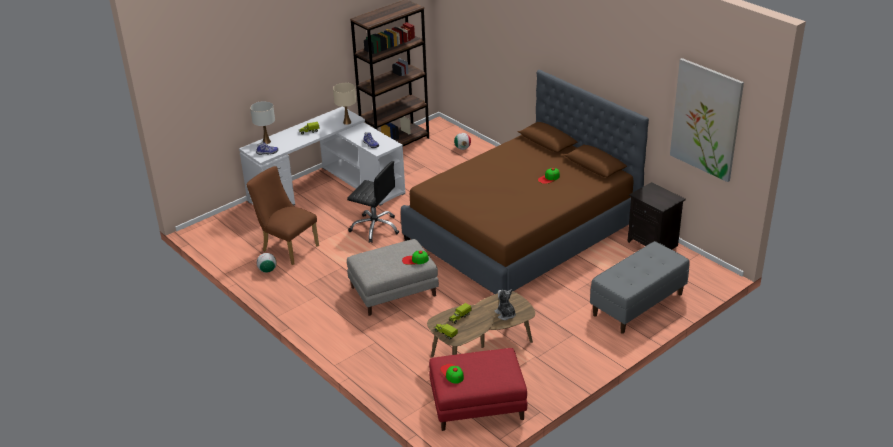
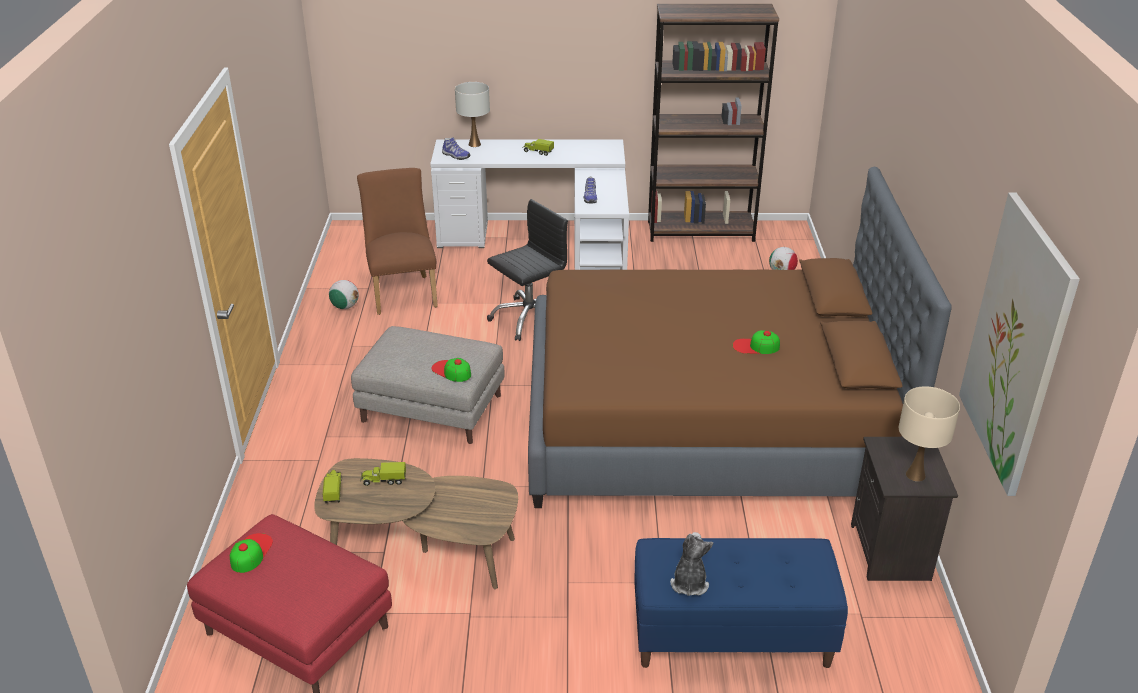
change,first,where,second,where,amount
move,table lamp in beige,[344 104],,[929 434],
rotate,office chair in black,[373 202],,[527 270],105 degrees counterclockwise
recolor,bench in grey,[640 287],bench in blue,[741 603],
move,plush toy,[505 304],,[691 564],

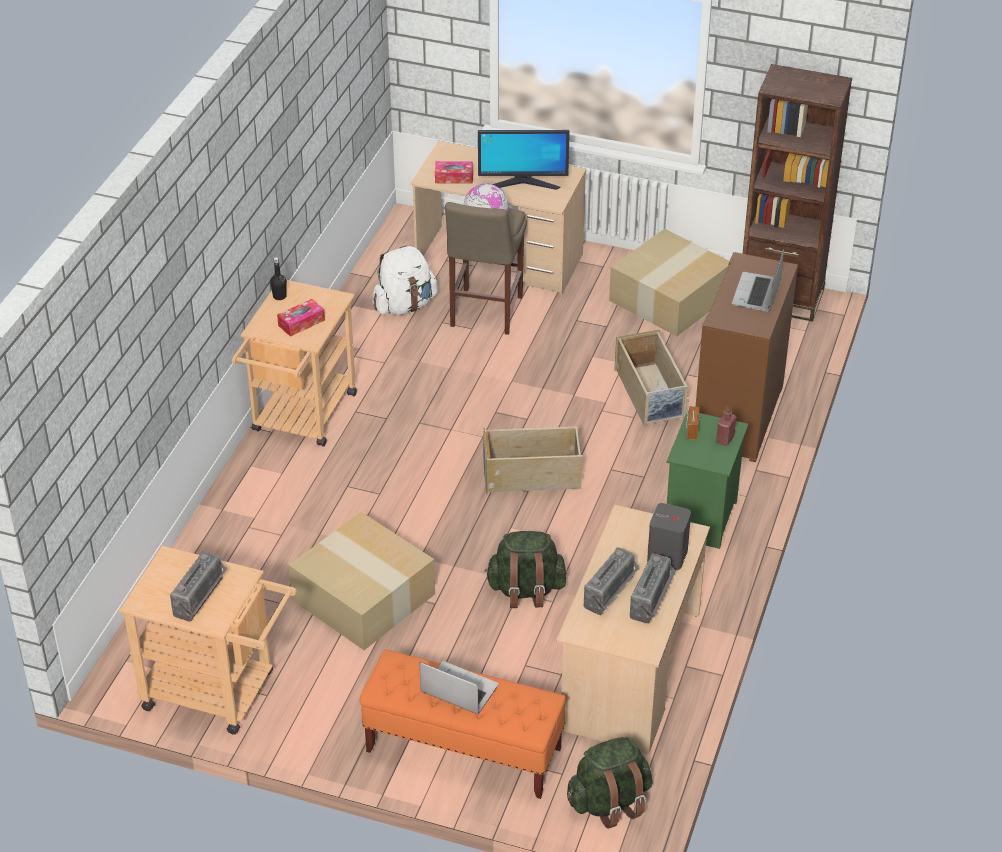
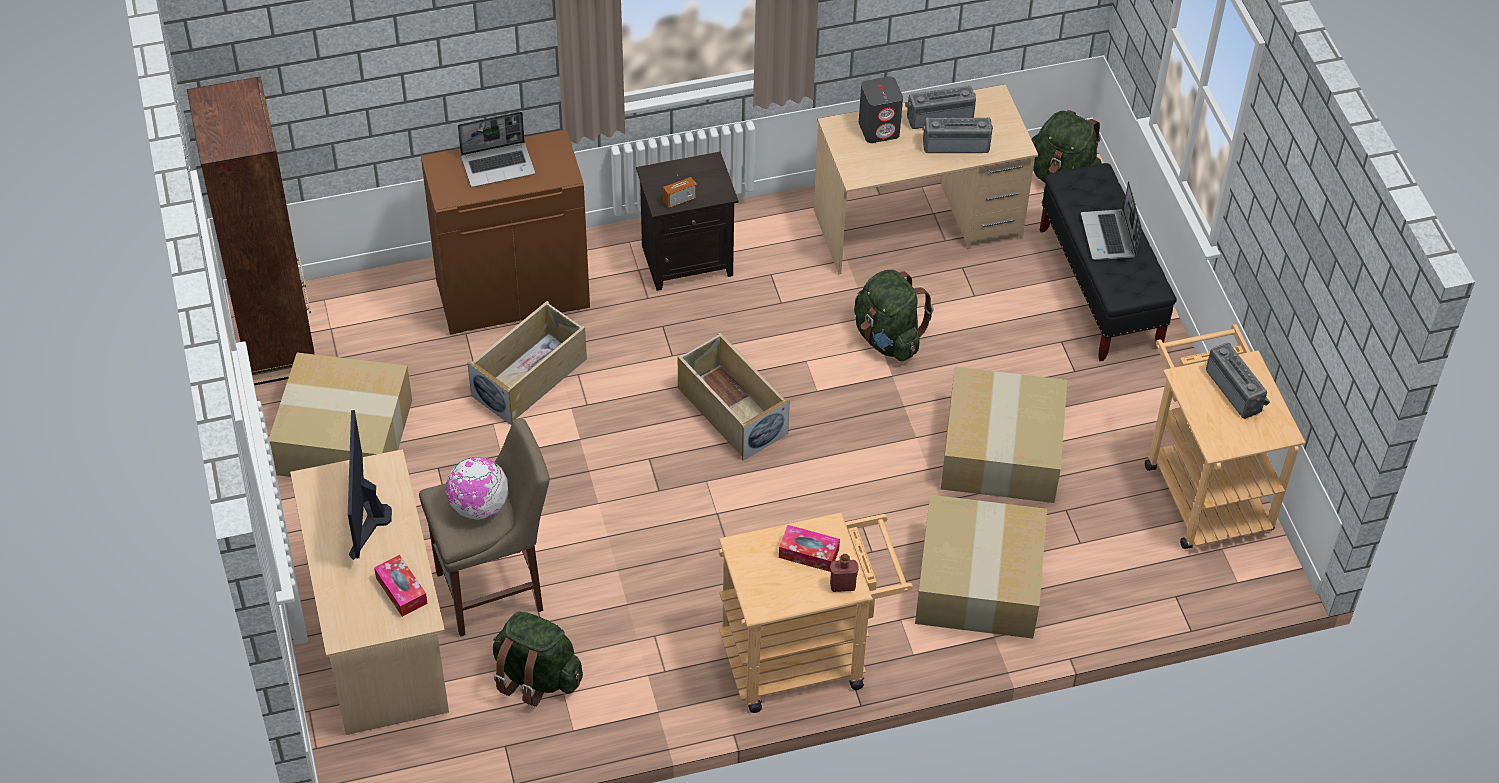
change,first,where,second,where,amount
rotate,monitor,[524 160],,[370 485],150 degrees counterclockwise
recolor,backpack in white,[405 280],backpack in green,[538 659],
delete,bottle in black,[278 278],,,
move,bottle in red,[726 426],,[844 573],
recolor,nightstand in green,[707 479],nightstand in black,[687 221],
rotate,radio,[198 586],,[1238 380],75 degrees clockwise
recolor,bench in orange,[463 724],bench in black,[1108 262],
insert,,,cardboard box,[981 567],

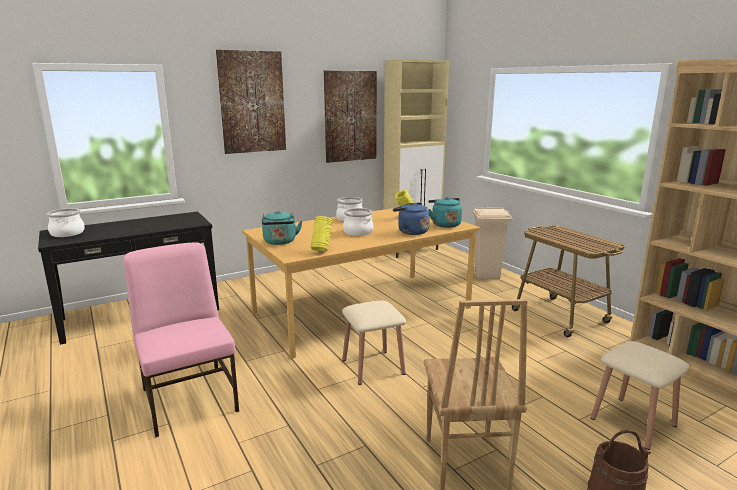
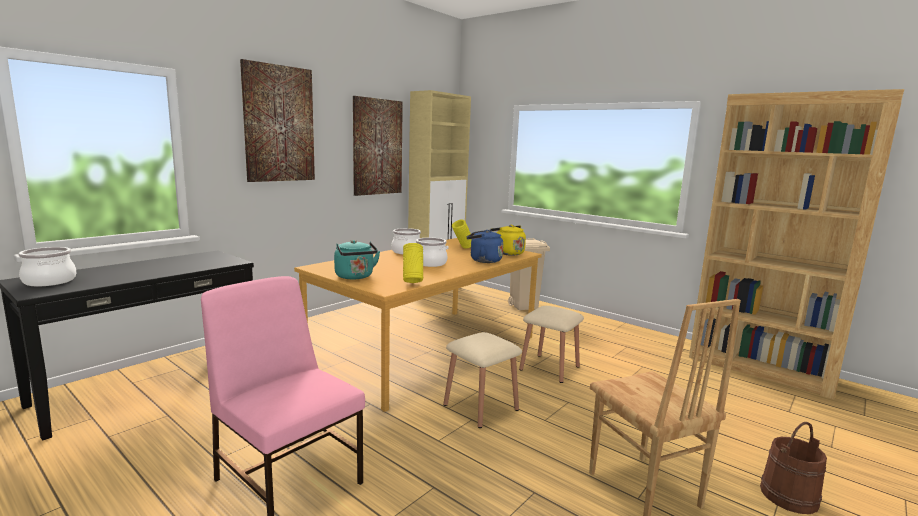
change,first,where,second,where,amount
recolor,kettle in turquoise,[445 212],kettle in yellow,[508 240],
delete,cart,[568 281],,,
move,stool in beige,[640 395],,[551 344],

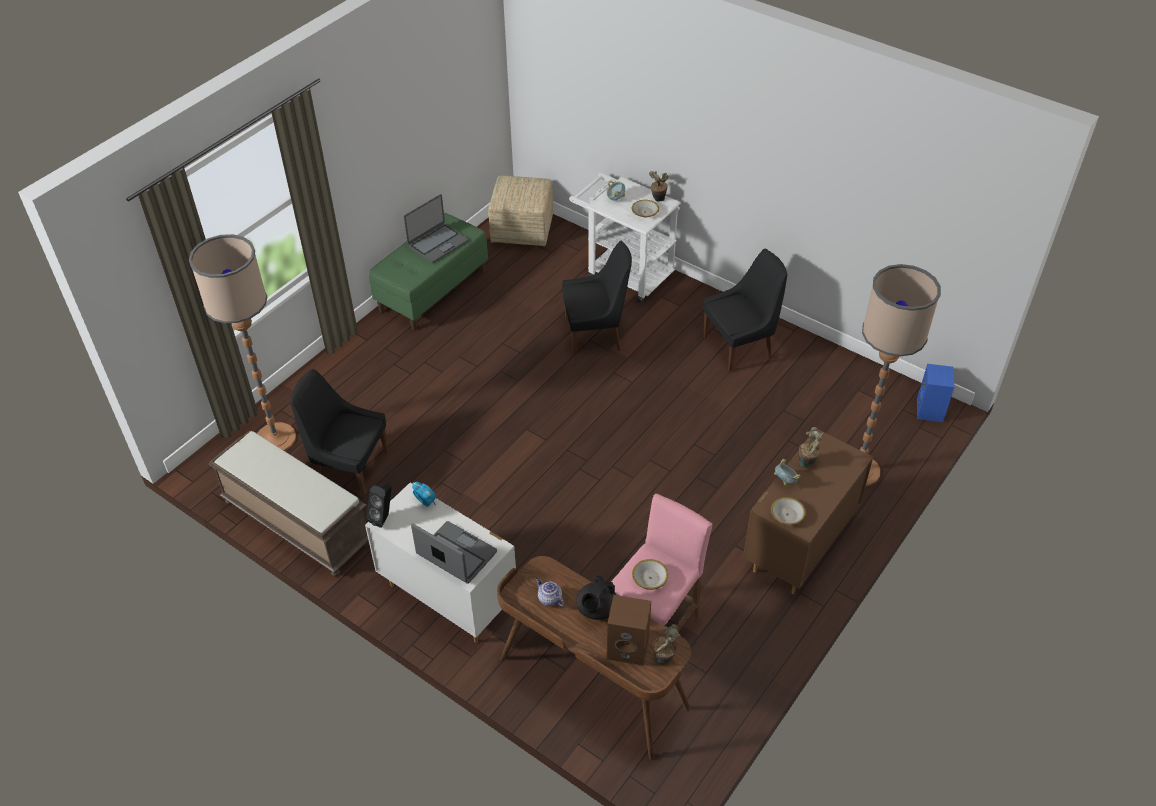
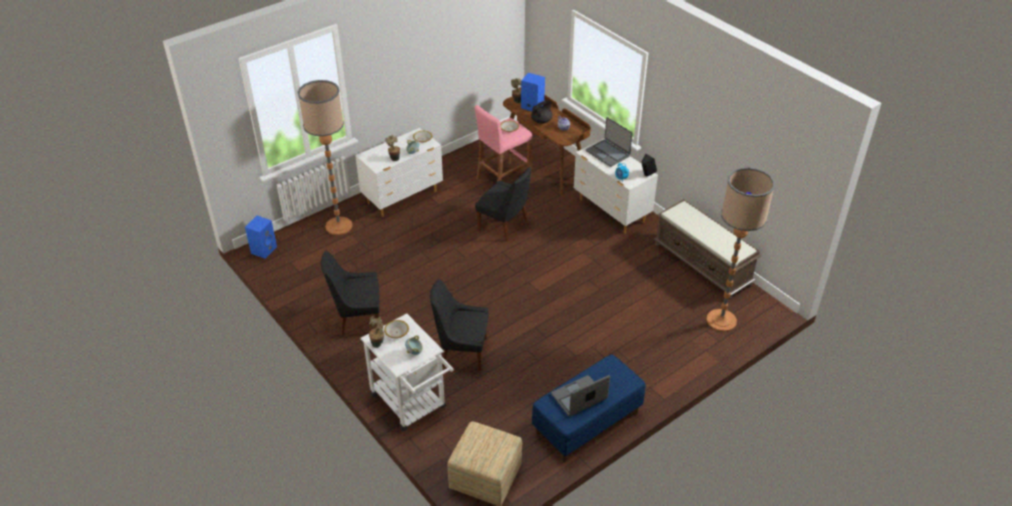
change,first,where,second,where,amount
recolor,bench in green,[428 272],bench in blue,[588 408],
move,chair in black,[339 432],,[503 204],
recolor,dresser in brown,[808 511],dresser in white,[399 172],
recolor,speaker in brown,[629 630],speaker in blue,[533 92],

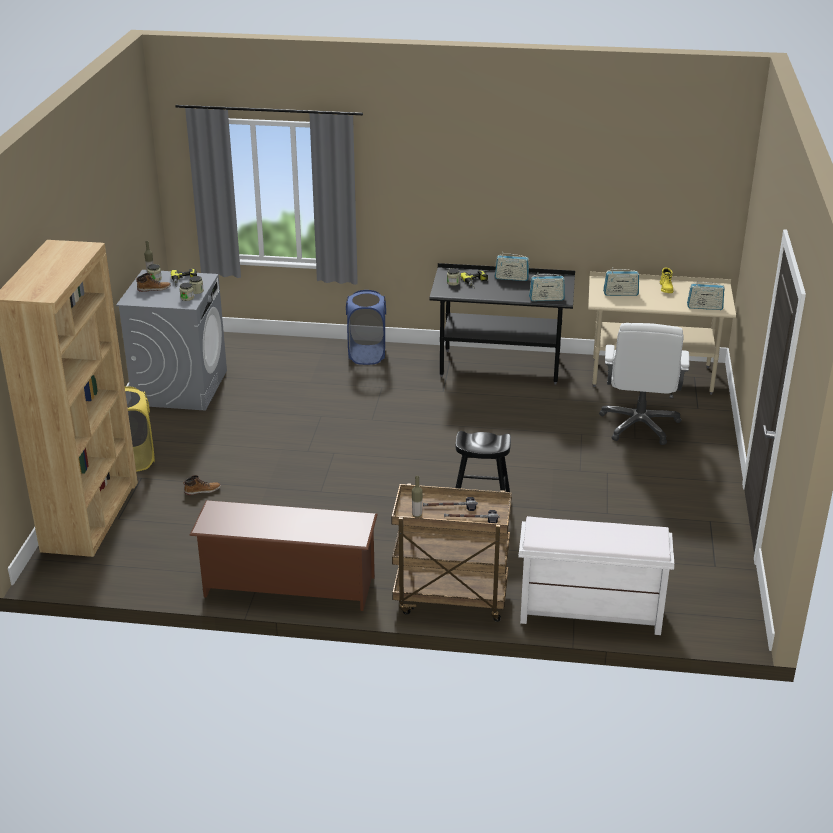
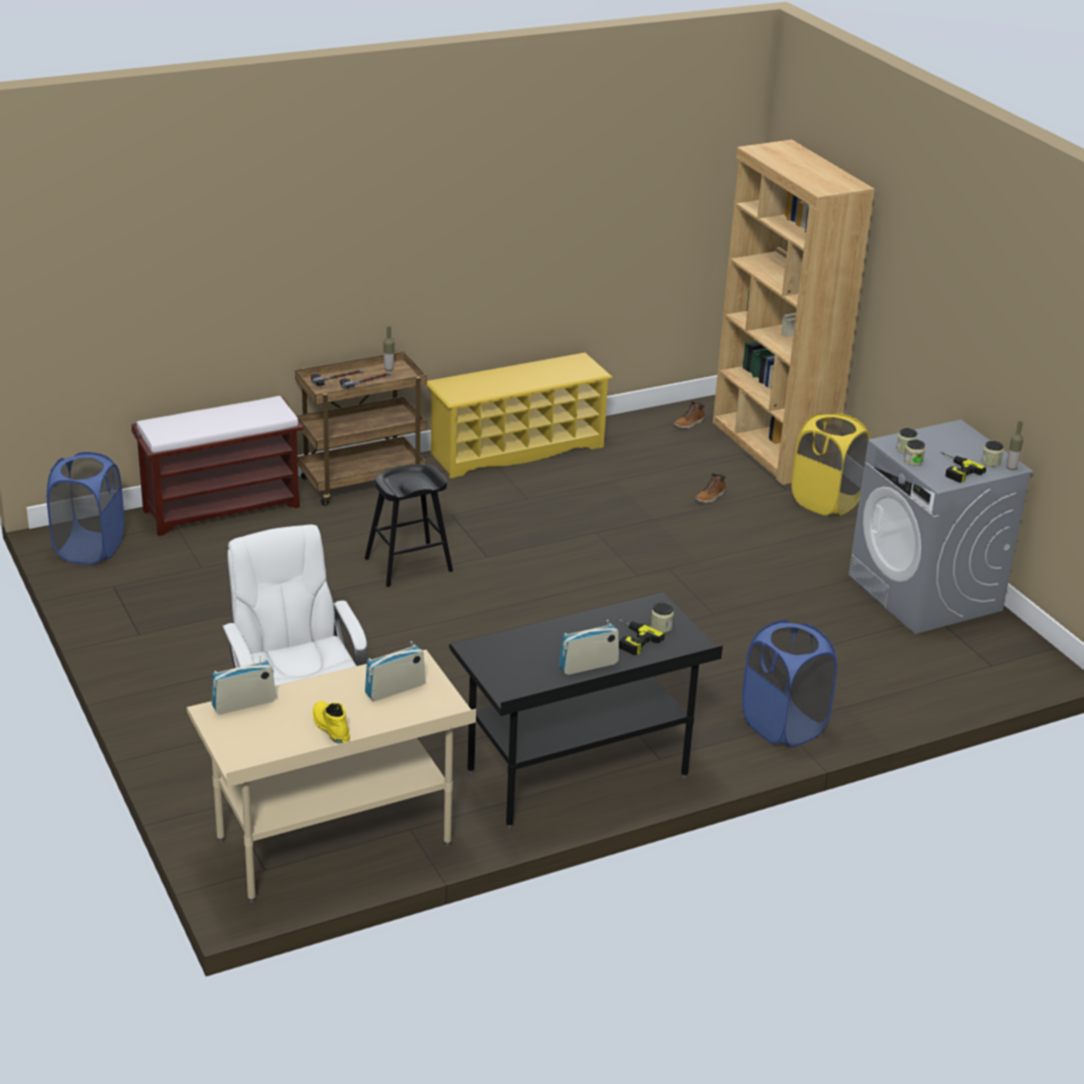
change,first,where,second,where,amount
move,boot,[153 282],,[689 415],
delete,radio,[547 287],,,
recolor,shoe rack in brown,[283 555],shoe rack in yellow,[520 415],
recolor,bench in white,[596 575],bench in brown,[217 466],
insert,,,laundry basket in blue,[85 508],

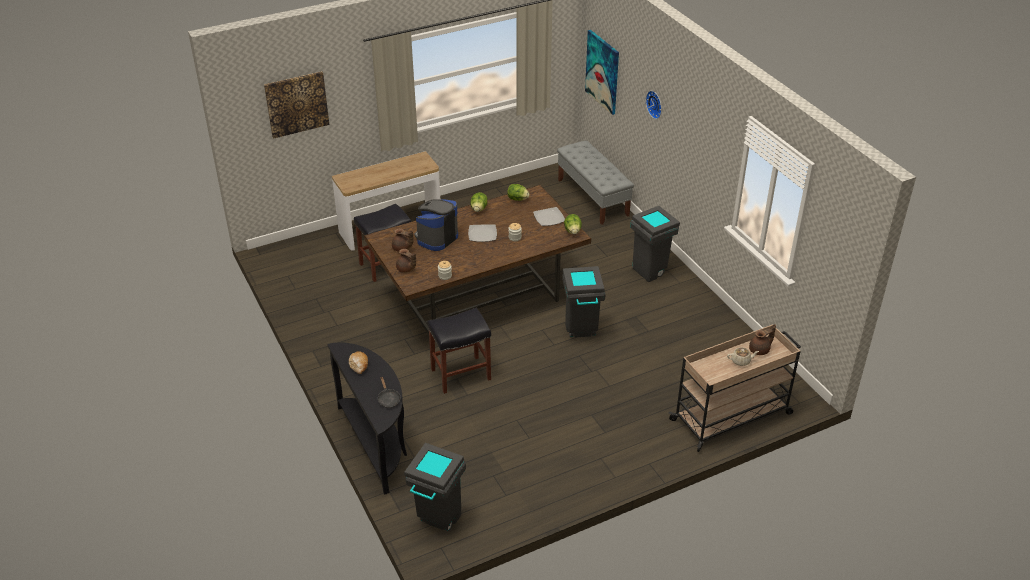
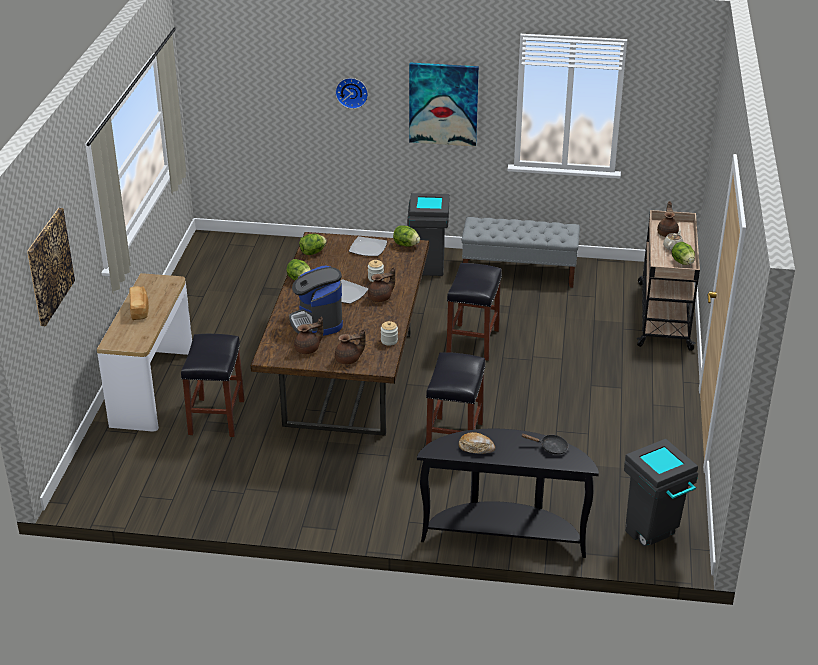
change,first,where,second,where,amount
move,picture,[602 72],,[444 105],
move,bench in grey,[595 183],,[521 252],
replace,trash can in grey,[584 302],stool in black,[474 312],
insert,,,lettuce,[683 253],
insert,,,teapot in brown,[381 284],
insert,,,bread,[139 303],

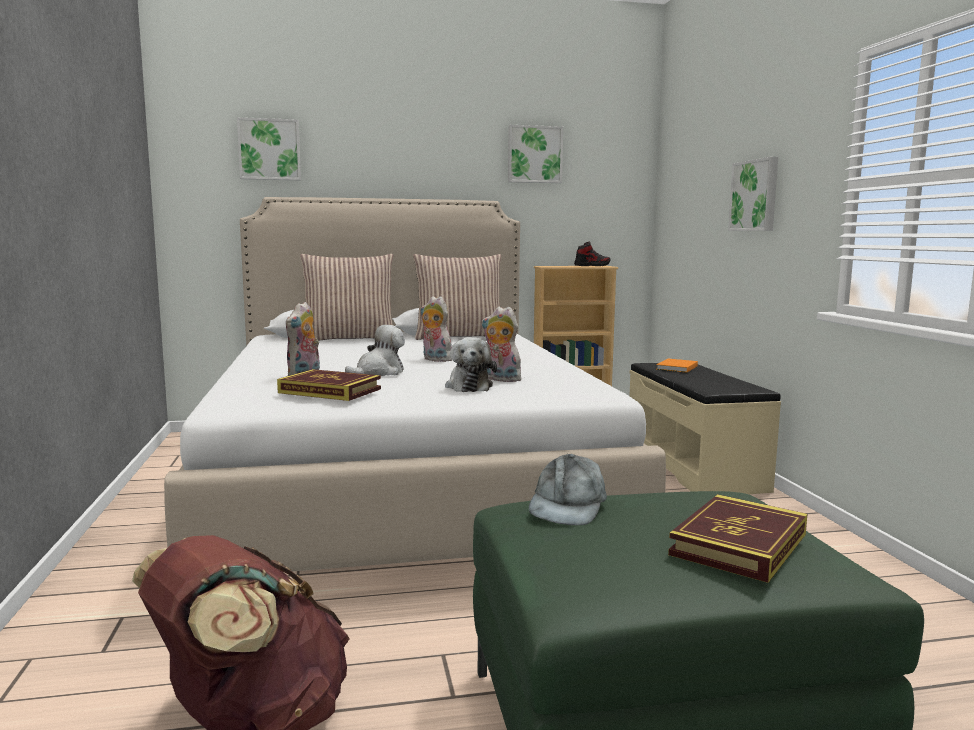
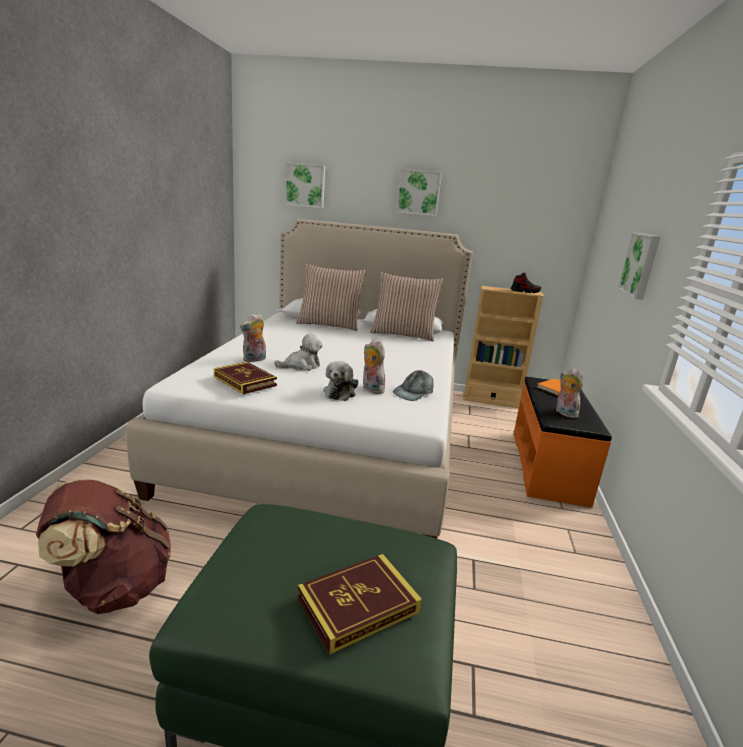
change,first,where,second,where,amount
move,picture,[535 154],,[419 192],
move,plush toy,[436 329],,[569 393],
recolor,bench in beige,[705 428],bench in orange,[563 442],
move,cap in grey,[568 489],,[413 385],

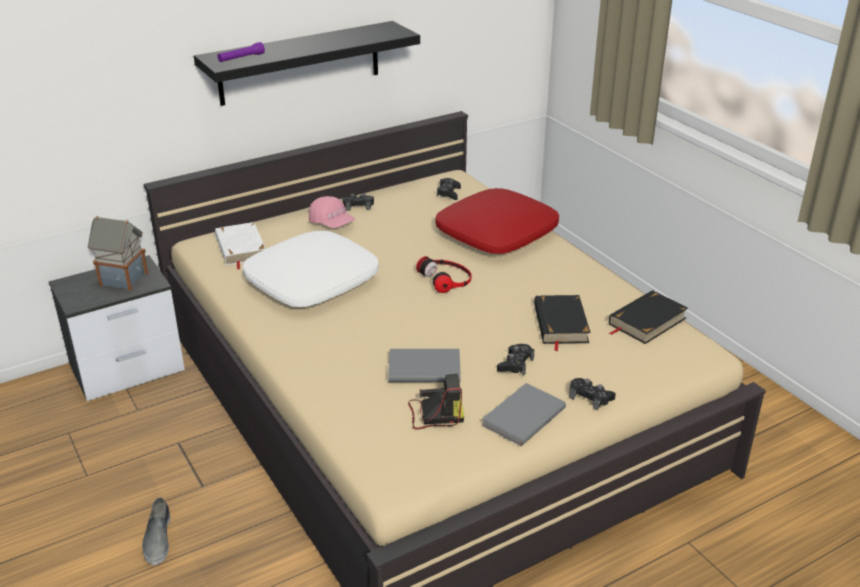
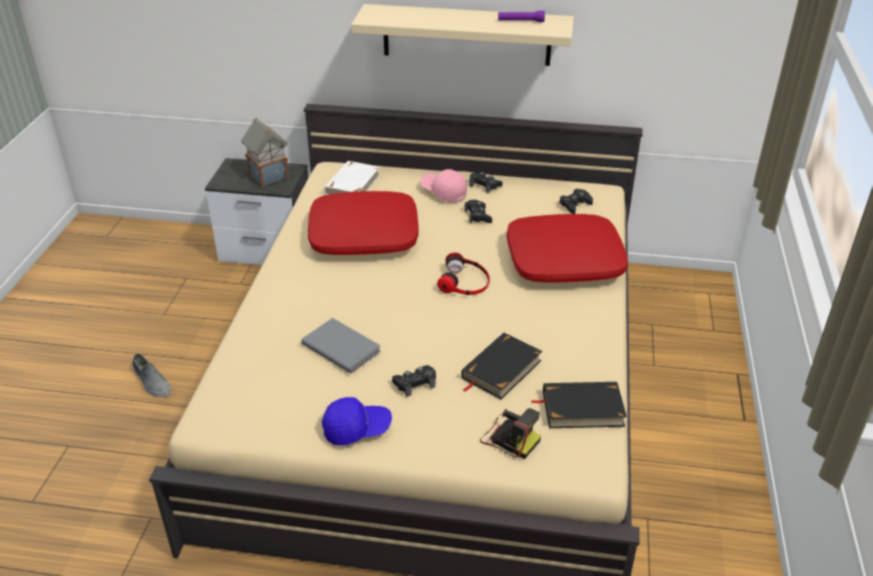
change,first,where,second,where,amount
recolor,shelf in black,[307 63],shelf in beige,[462 35],
move,flashlight in purple,[241 52],,[521 16],
rotate,cap in pink,[332 212],,[444 186],135 degrees clockwise
recolor,pillow in white,[311 269],pillow in red,[363 223],
move,photo camera,[436 402],,[510 433],
move,game controller in black,[592 394],,[478 211],
replace,book in grey,[524 414],cap in blue,[357 421],
rotate,shoe in grey,[156 531],,[151 375],75 degrees counterclockwise

